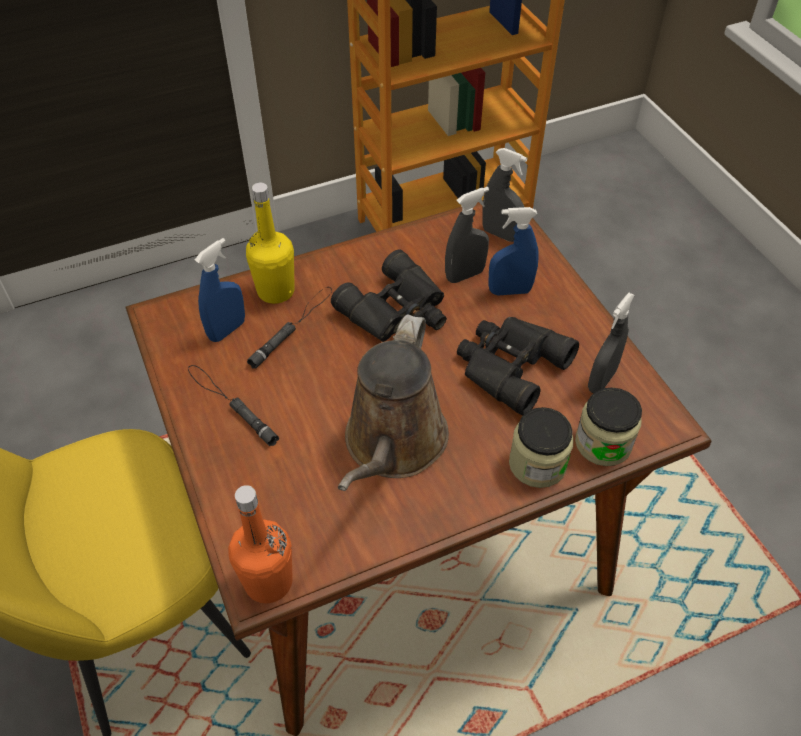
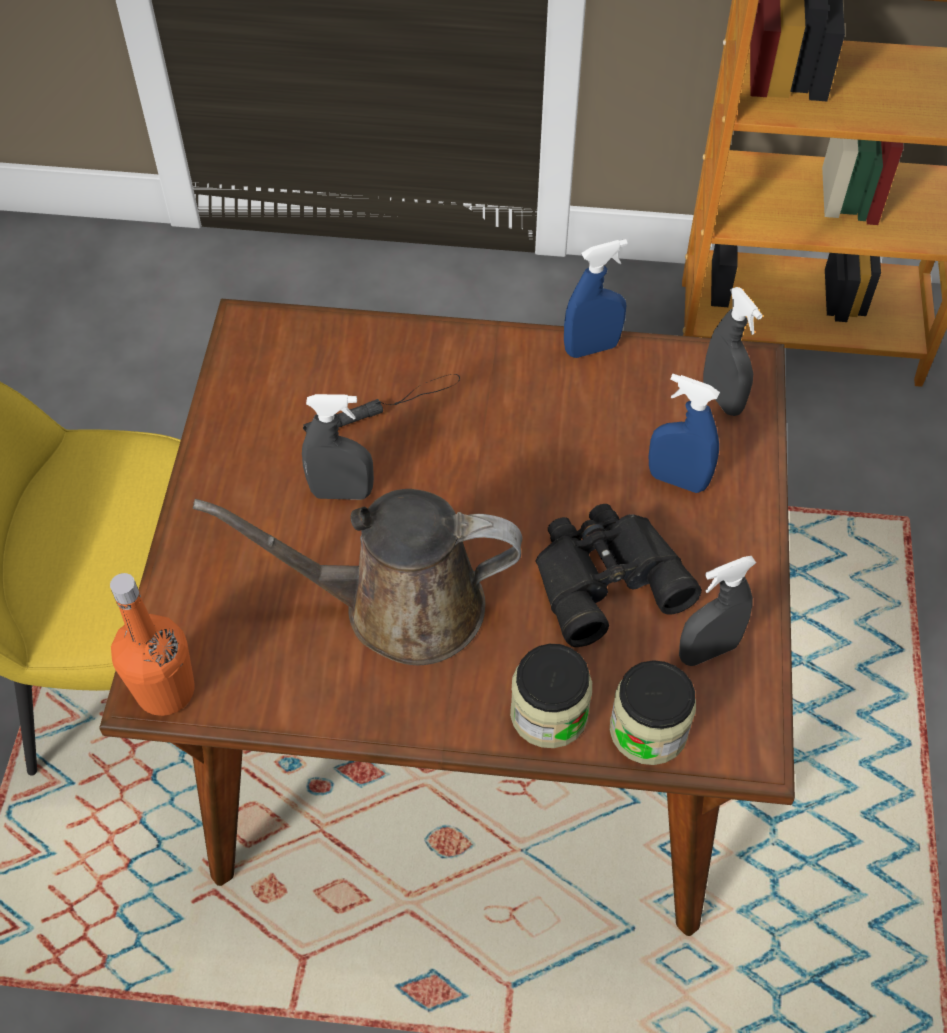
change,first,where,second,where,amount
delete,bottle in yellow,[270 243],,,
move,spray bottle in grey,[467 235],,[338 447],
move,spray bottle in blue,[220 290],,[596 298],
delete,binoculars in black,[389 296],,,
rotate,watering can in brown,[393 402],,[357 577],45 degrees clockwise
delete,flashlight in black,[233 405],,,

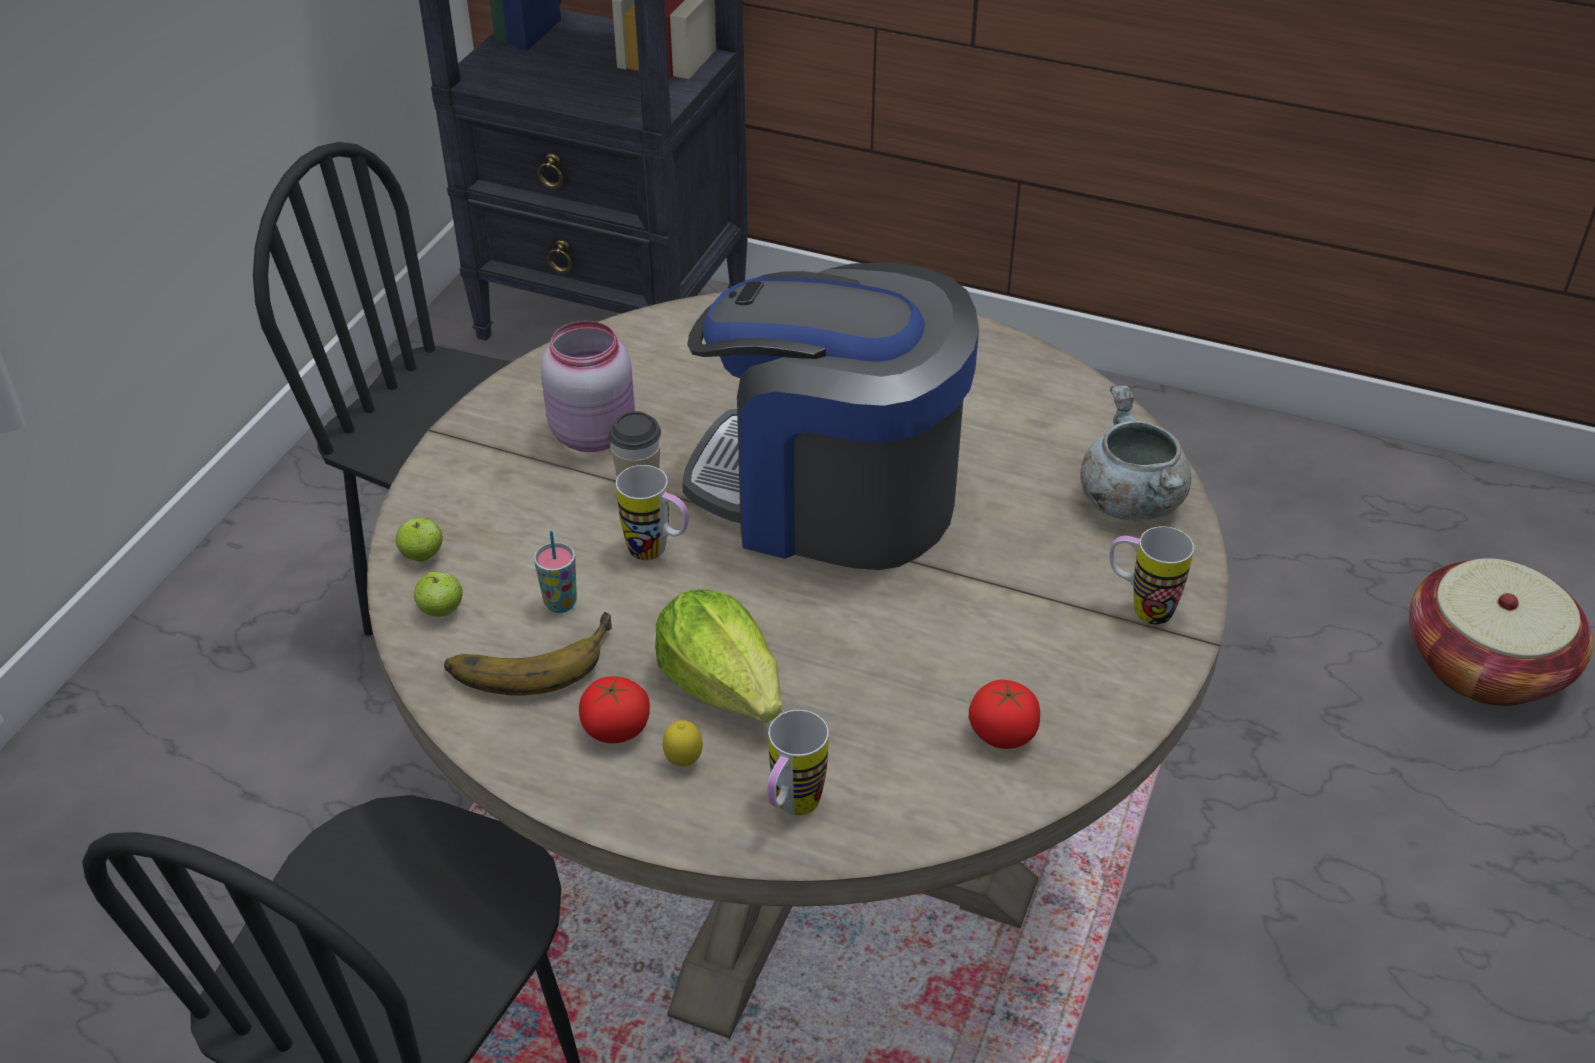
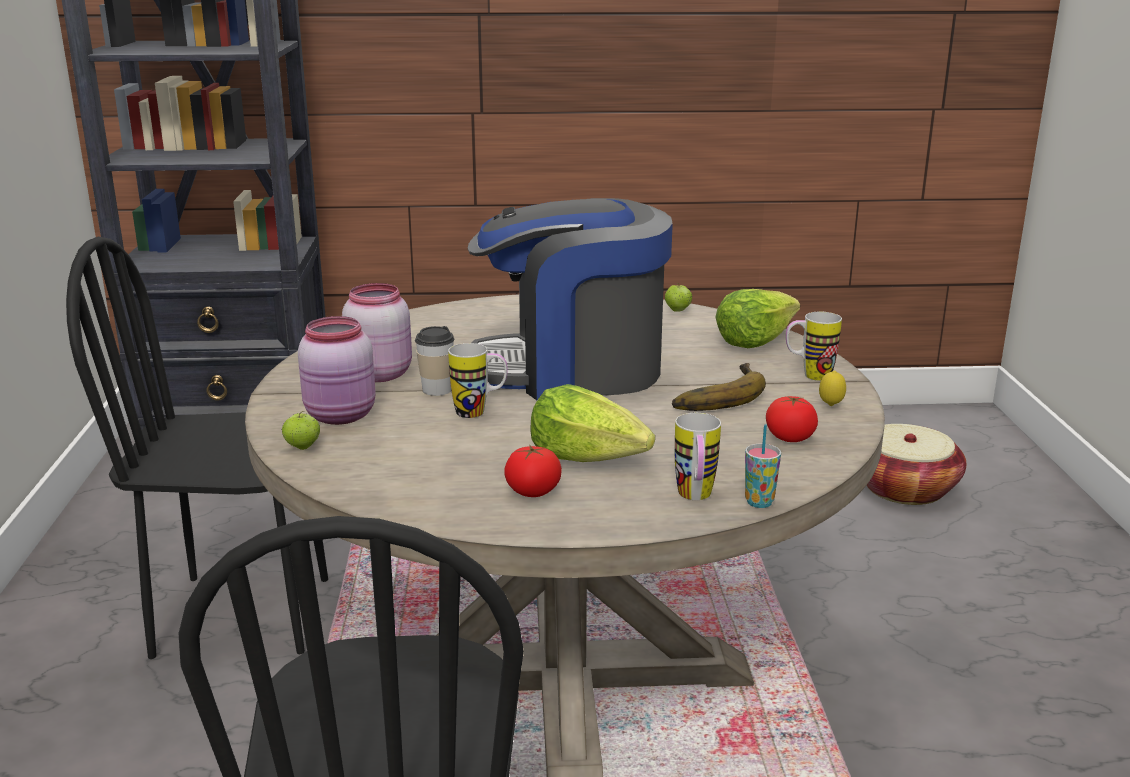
change,first,where,second,where,amount
replace,cooking pot in grey,[1135 453],lettuce,[757 318],
move,cup,[555 572],,[763 466],
move,apple,[438 594],,[678 297],
move,banana,[528 654],,[719 387],
move,lemon,[683 743],,[832 388],
insert,,,jar in pink,[337 370],

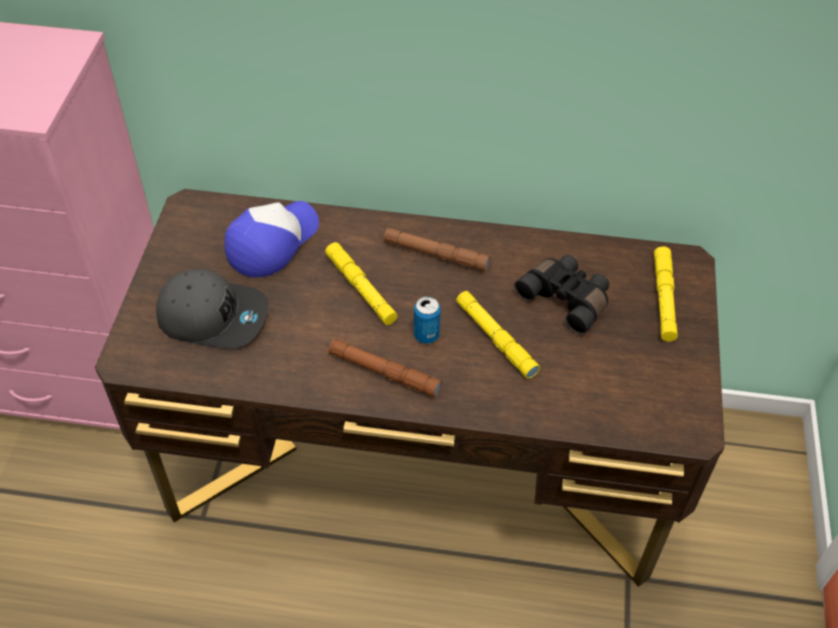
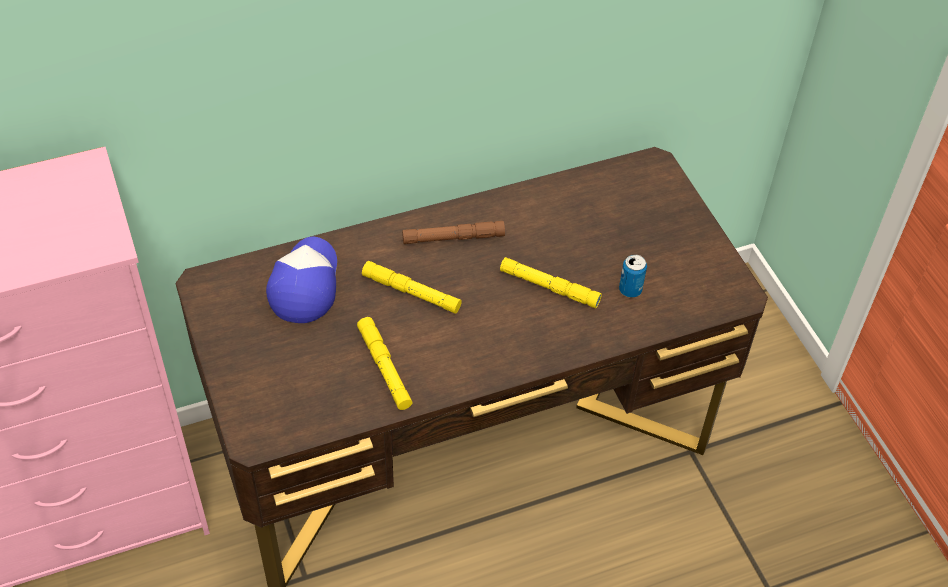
change,first,where,second,where,amount
move,flashlight in yellow,[666 294],,[384 363],
delete,binoculars in black,[561 294],,,
delete,cap in grey,[212 308],,,
move,can,[427 320],,[633 276],
delete,flashlight in brown,[385 368],,,

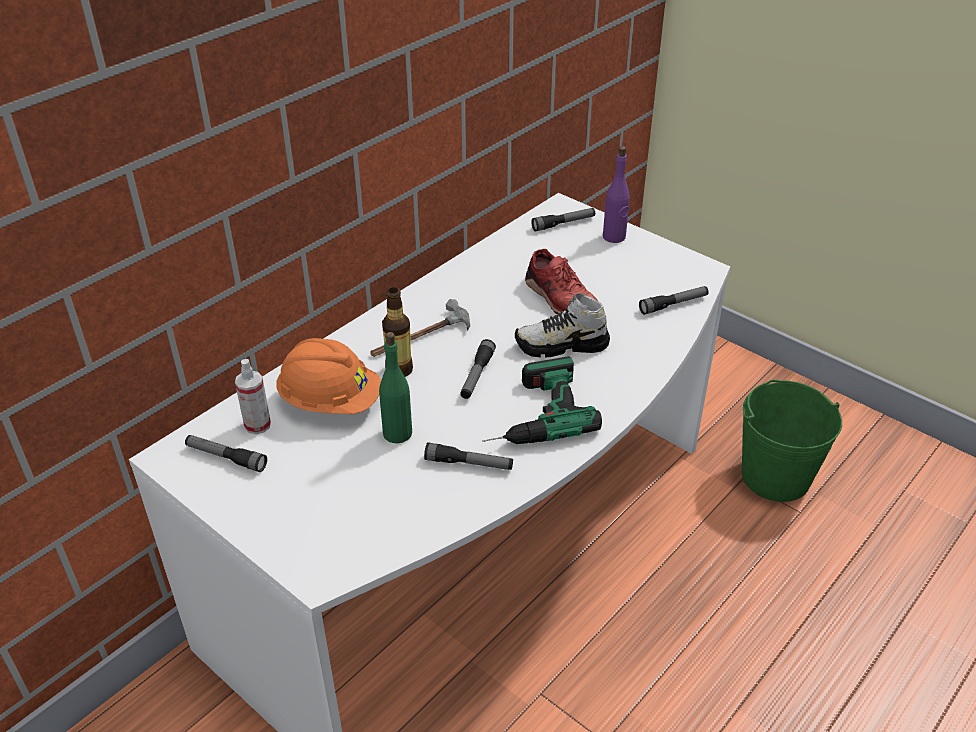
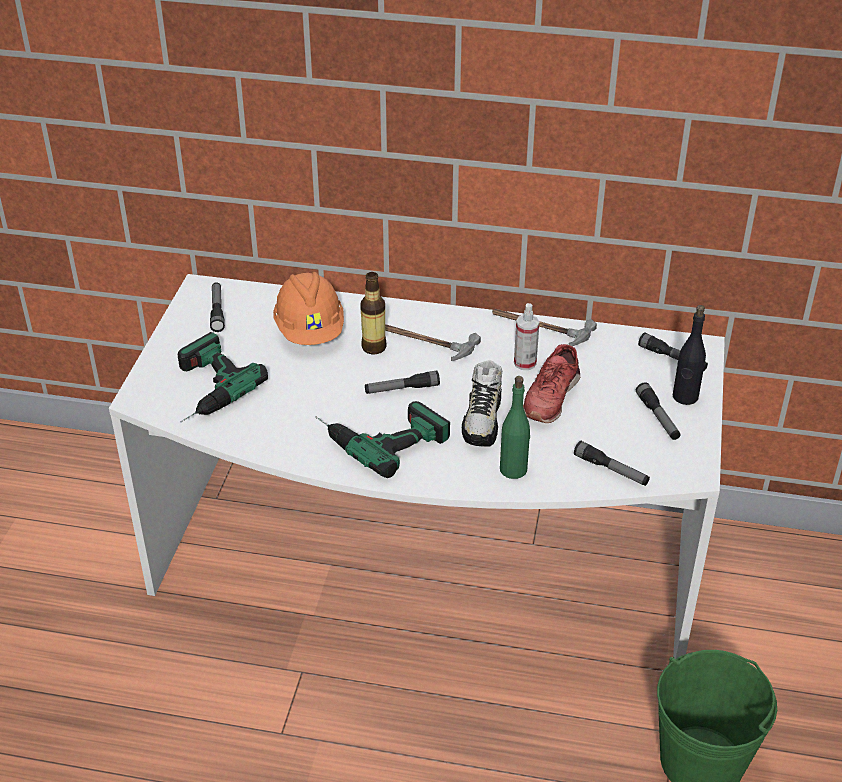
change,first,where,second,where,amount
recolor,bottle in purple,[616 194],bottle in black,[689 355],
rotate,shoe,[562 325],,[482 403],135 degrees counterclockwise
move,bottle in green,[395 387],,[515 427],
move,spray bottle,[253 396],,[527 336],
move,flashlight,[468 456],,[658 411],
insert,,,hammer,[544 327],
insert,,,power drill,[223 377],

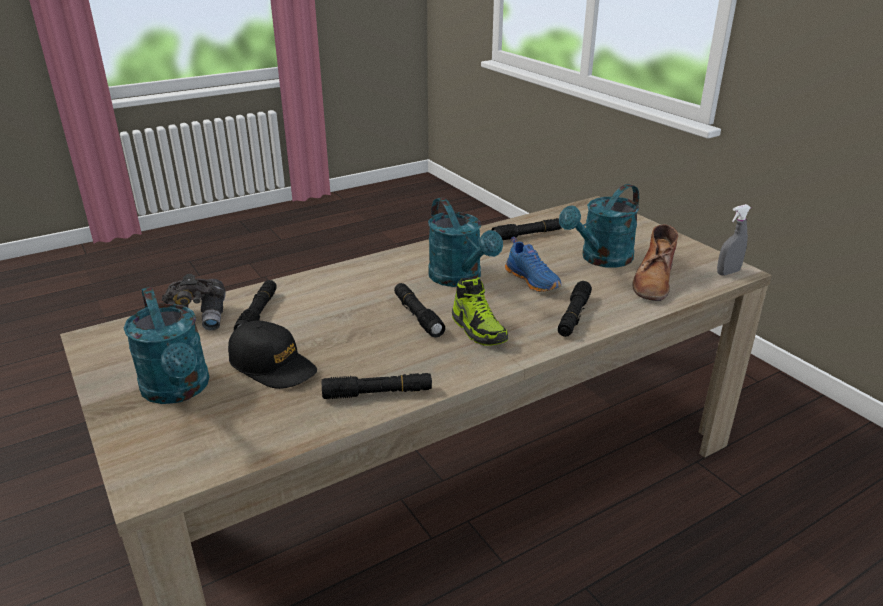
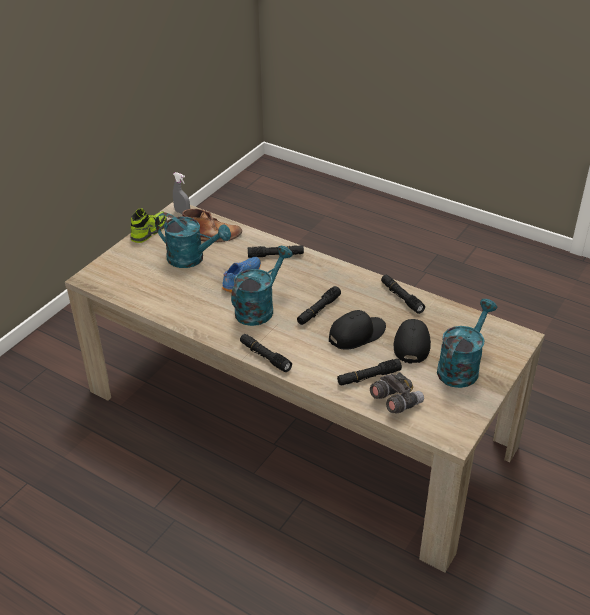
change,first,where,second,where,amount
move,flashlight in black,[526 229],,[266 353],
move,shoe,[480 311],,[148 225],
insert,,,cap in black,[357 330],

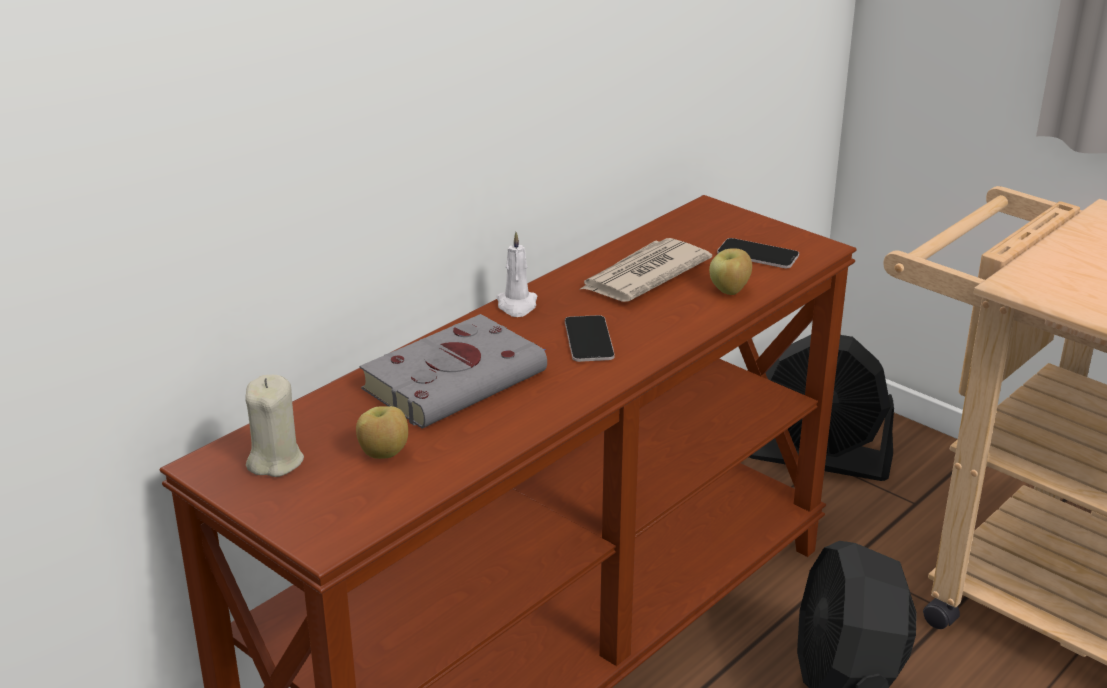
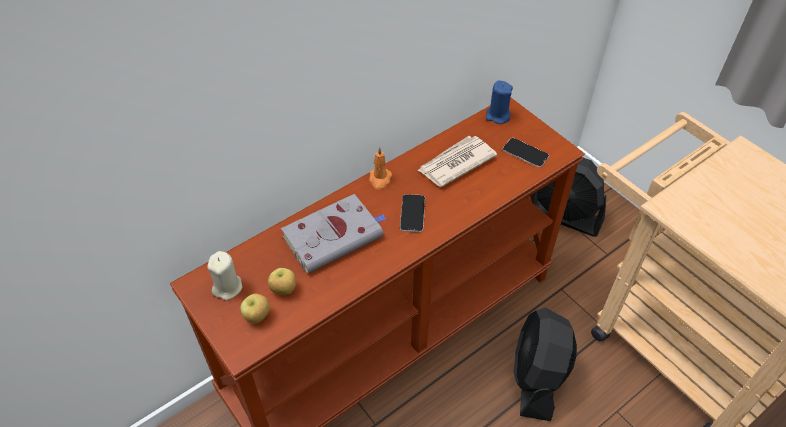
change,first,where,second,where,amount
recolor,candle in white,[517 274],candle in orange,[380 168],
move,apple,[730 271],,[255 309],
insert,,,candle in blue,[499 102],

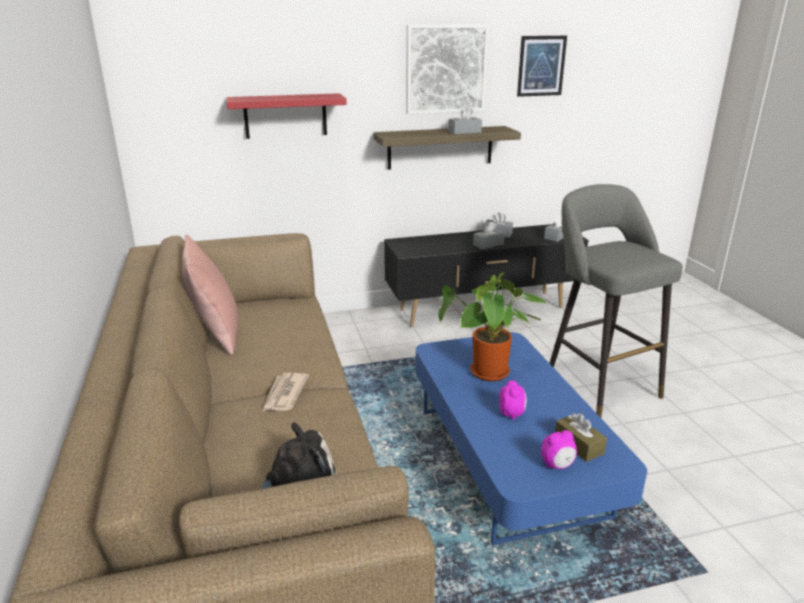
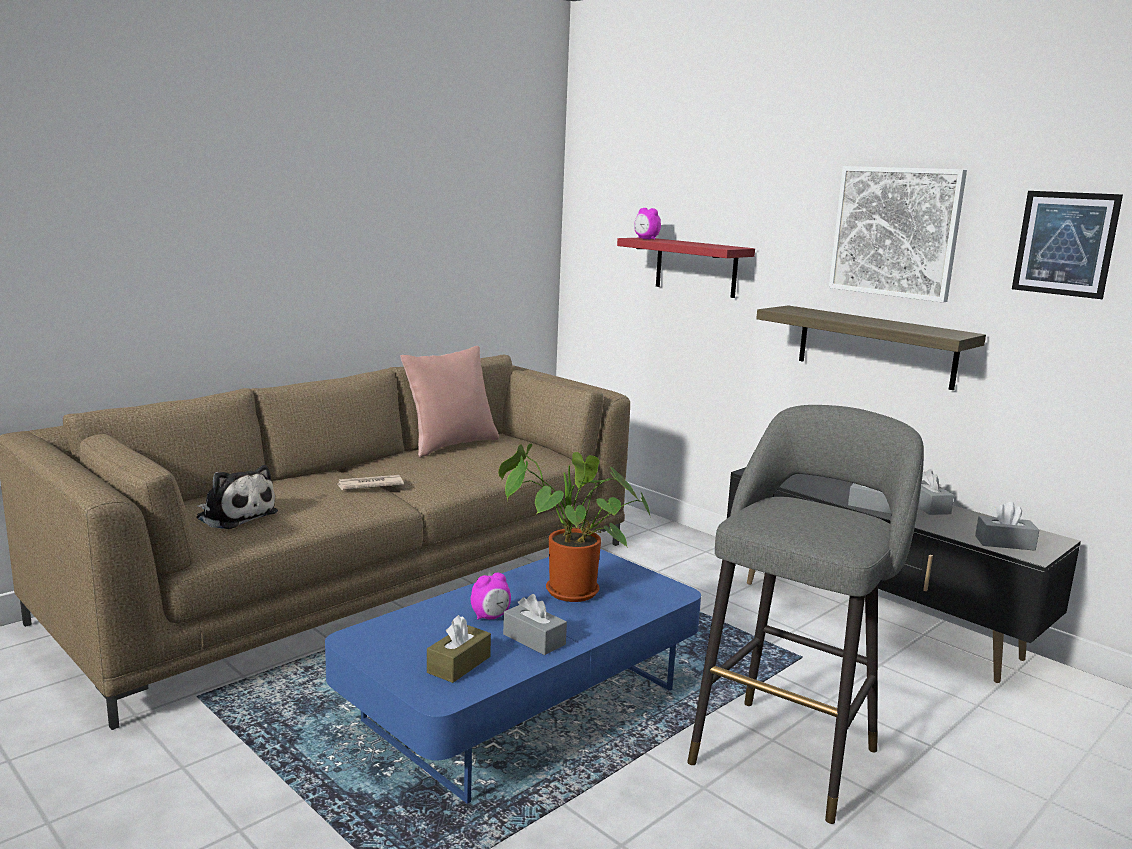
change,first,where,second,where,amount
move,tissue box in grey,[465 120],,[535 624],
move,alarm clock,[559 449],,[647 223],

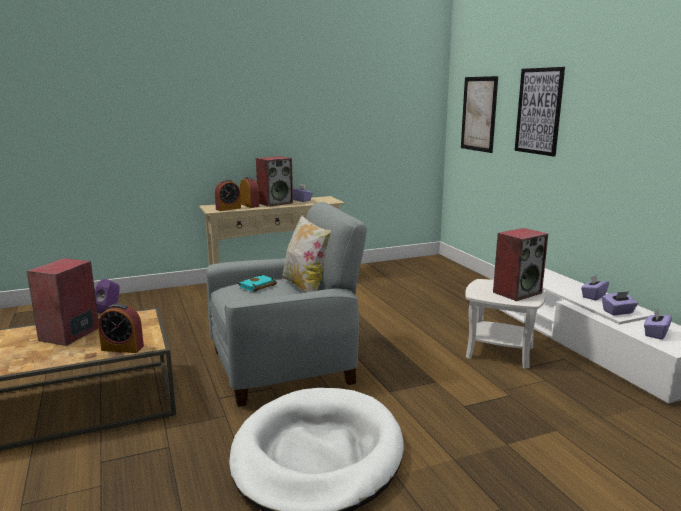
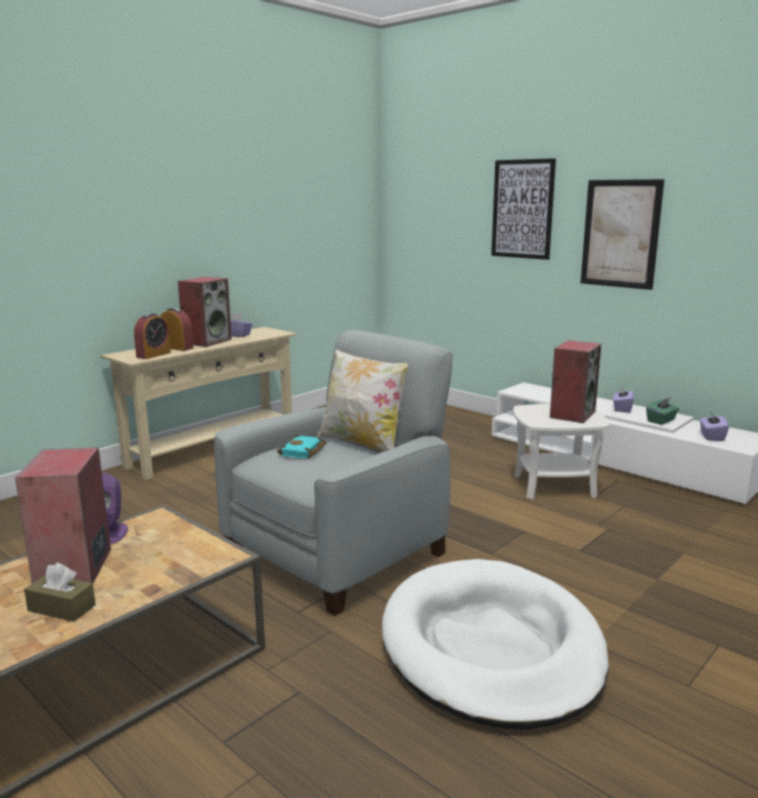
change,first,where,second,where,amount
move,picture,[479 114],,[623 234],
recolor,tissue box in purple,[620 303],tissue box in green,[662 411],
delete,alarm clock,[121 328],,,
insert,,,tissue box in brown,[60 592],

